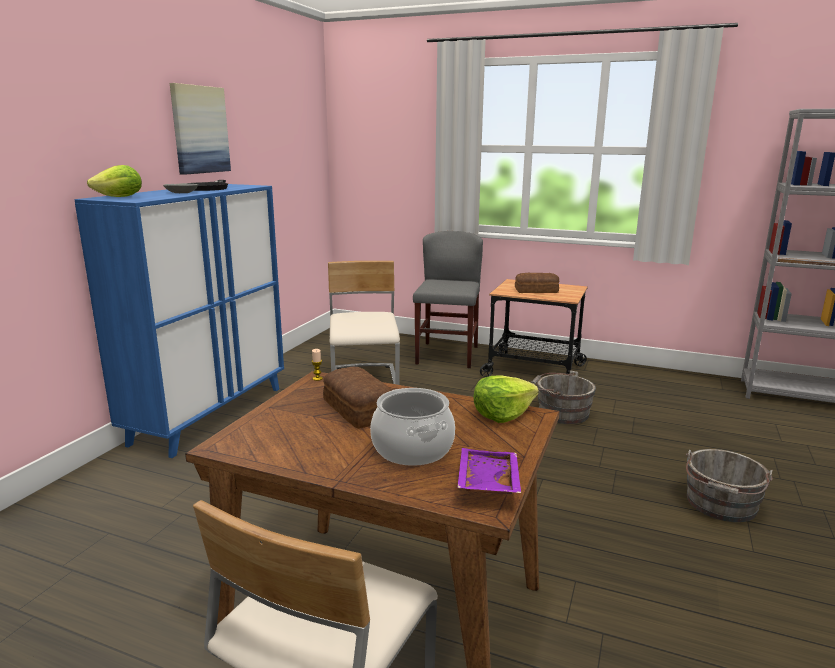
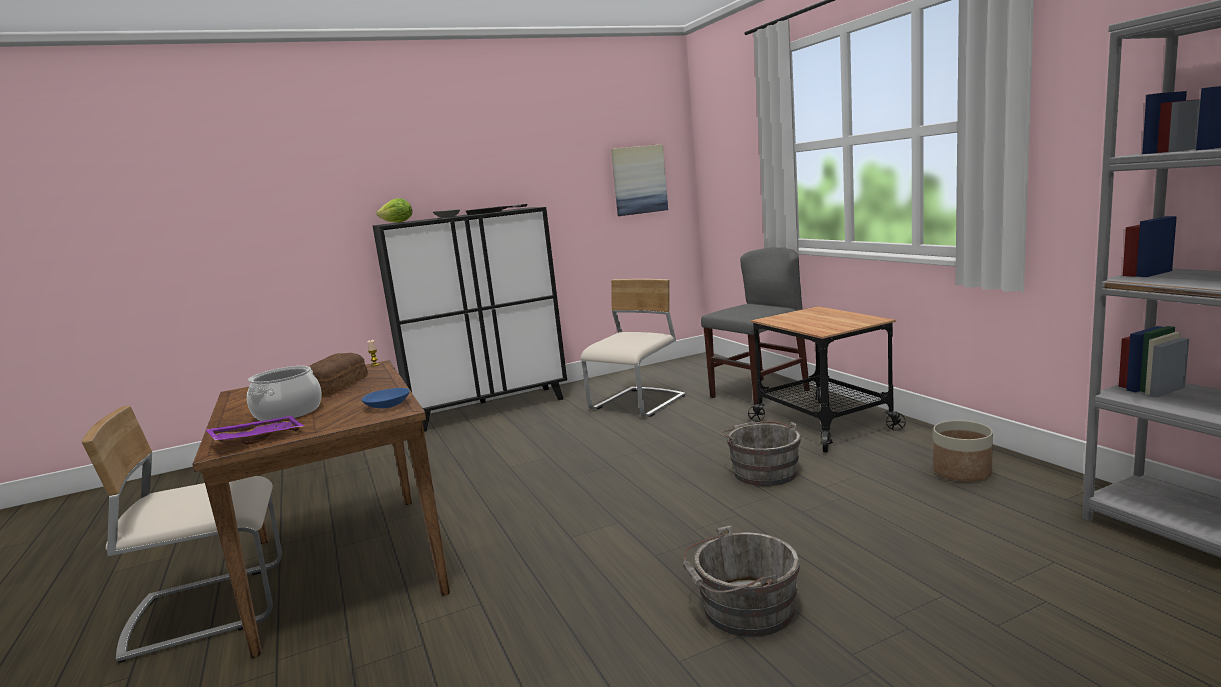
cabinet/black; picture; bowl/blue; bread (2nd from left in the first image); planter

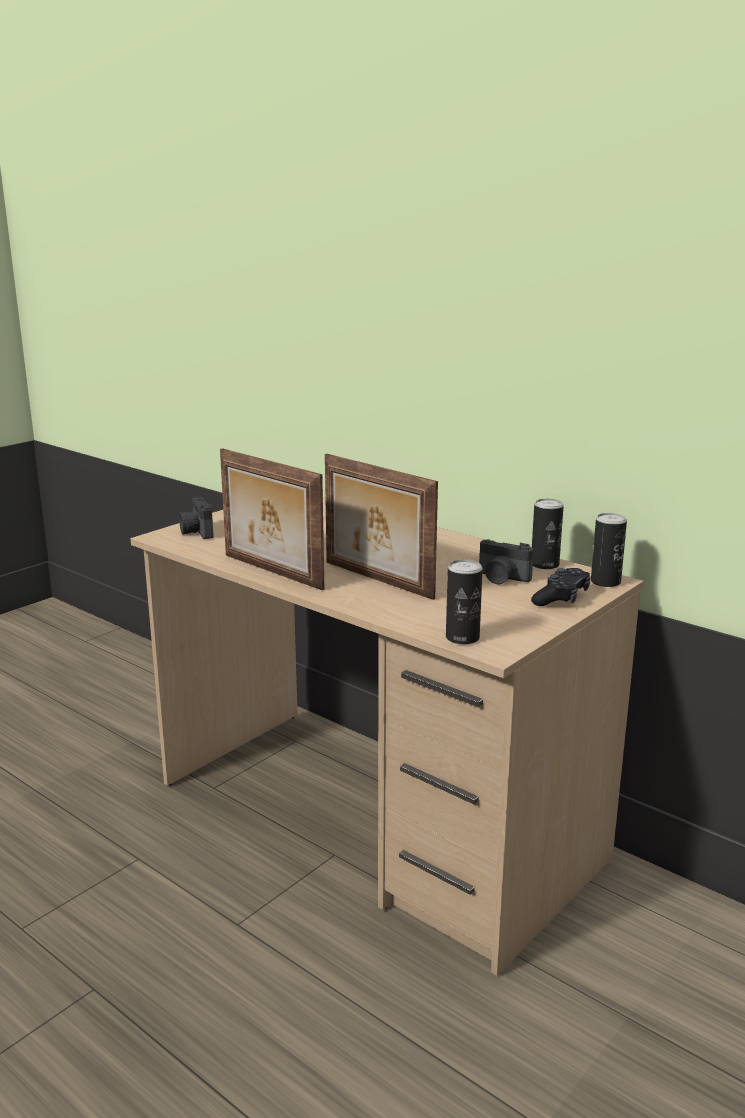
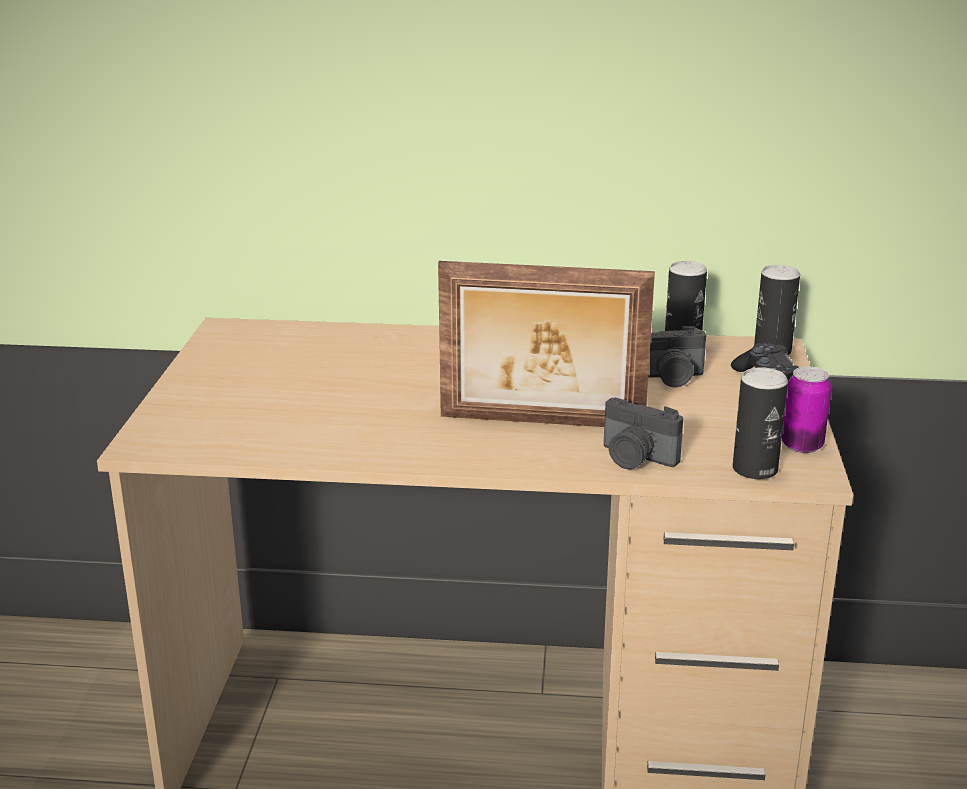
photo camera (1st from left); picture frame (1st from left in the first image); can (4th from left)

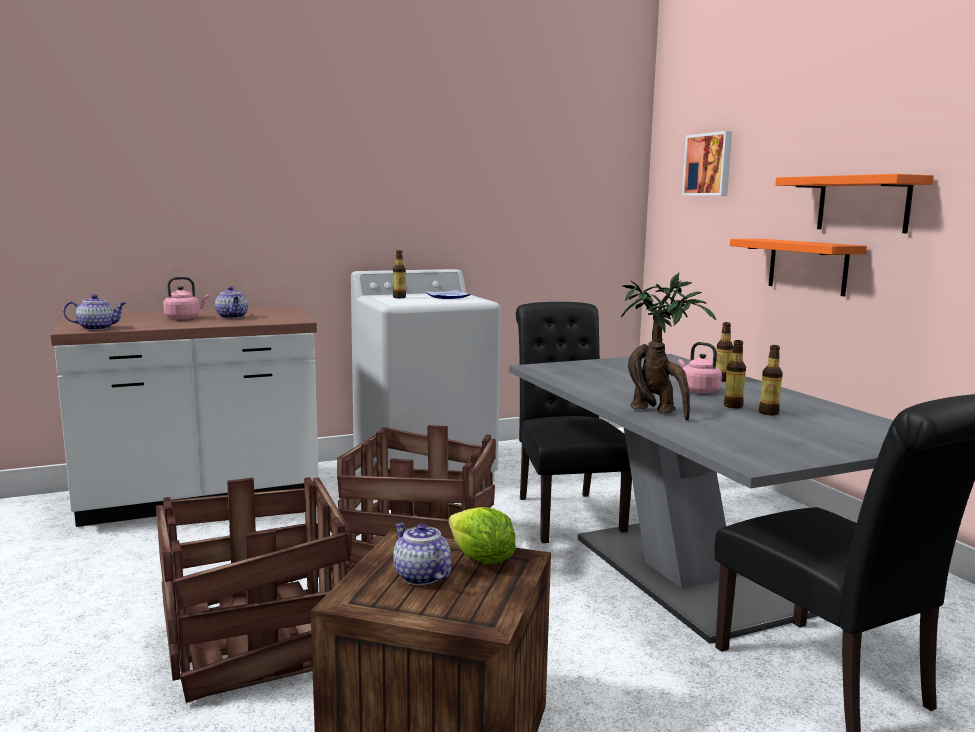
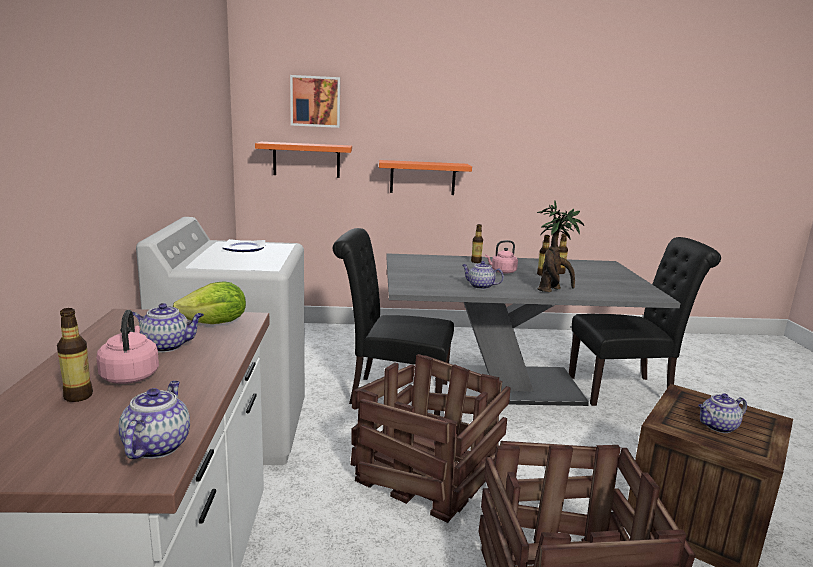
bottle (1st from left); lettuce; shelf/orange (1st from left); teapot (3rd from left)

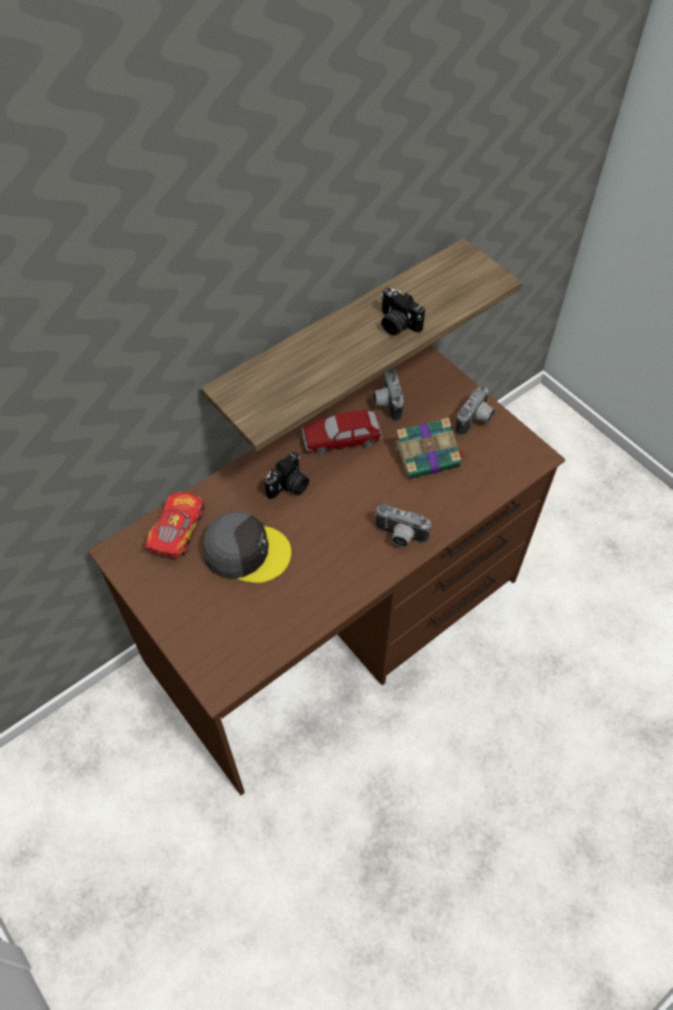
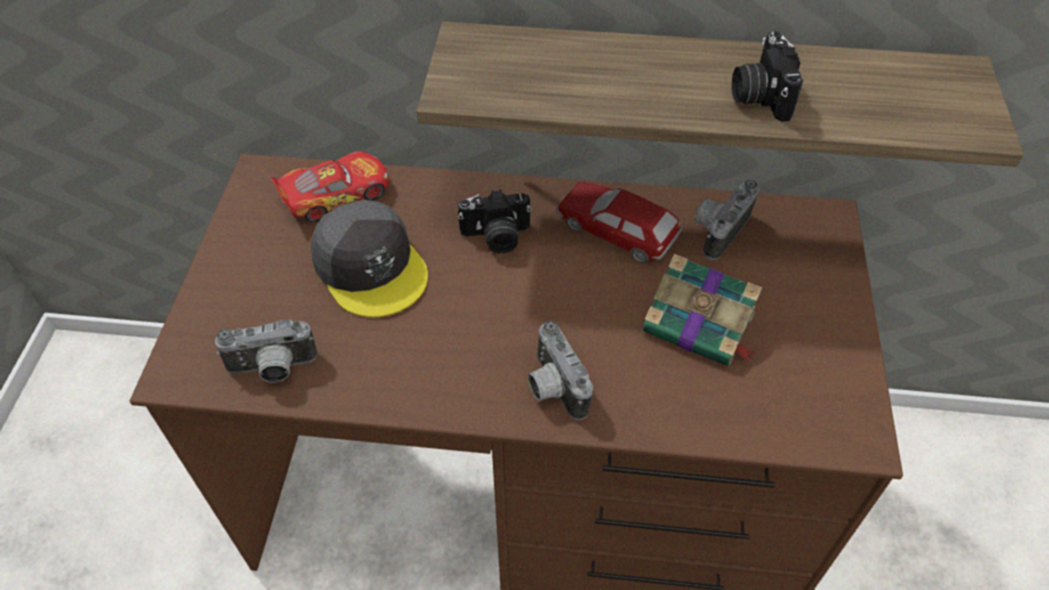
photo camera (1st from left)

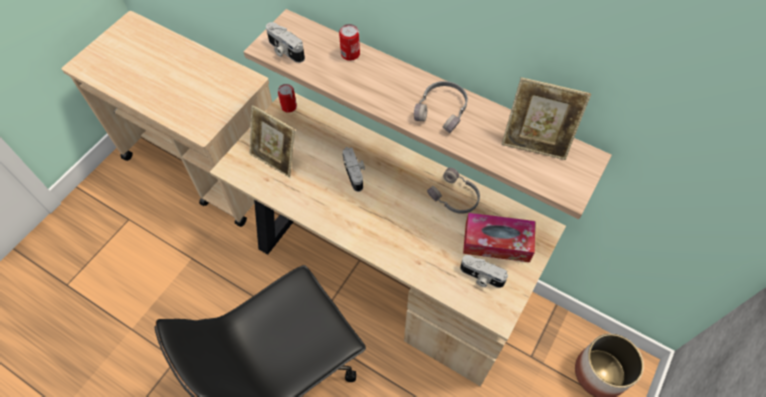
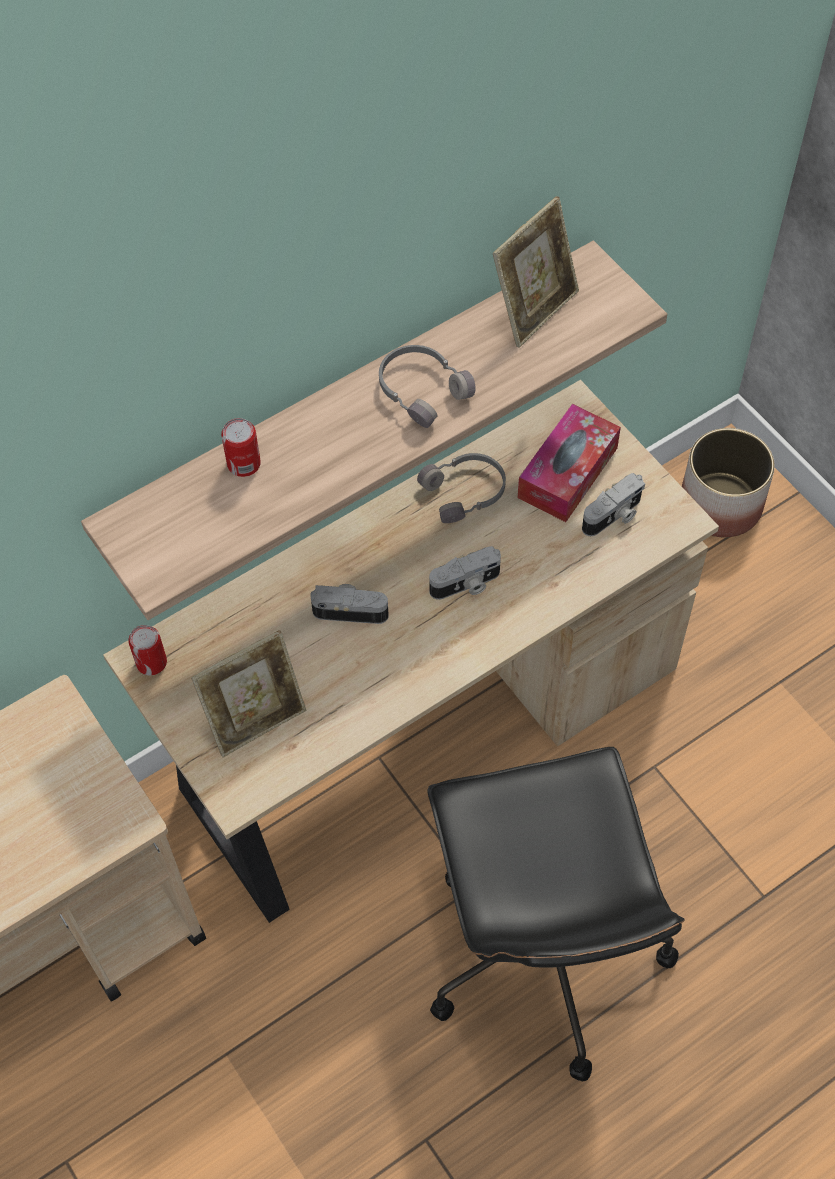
photo camera (2nd from left)

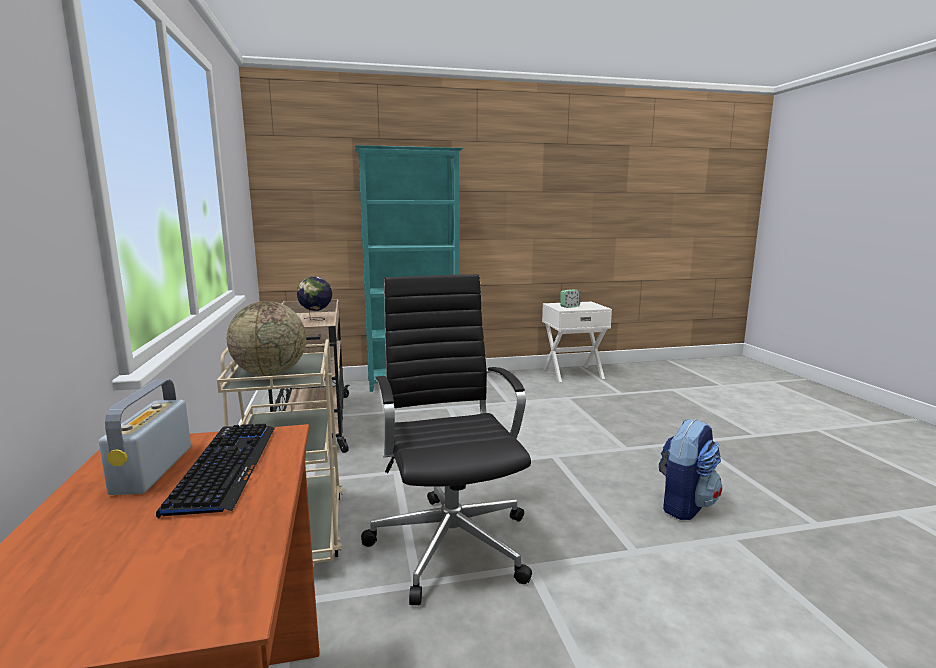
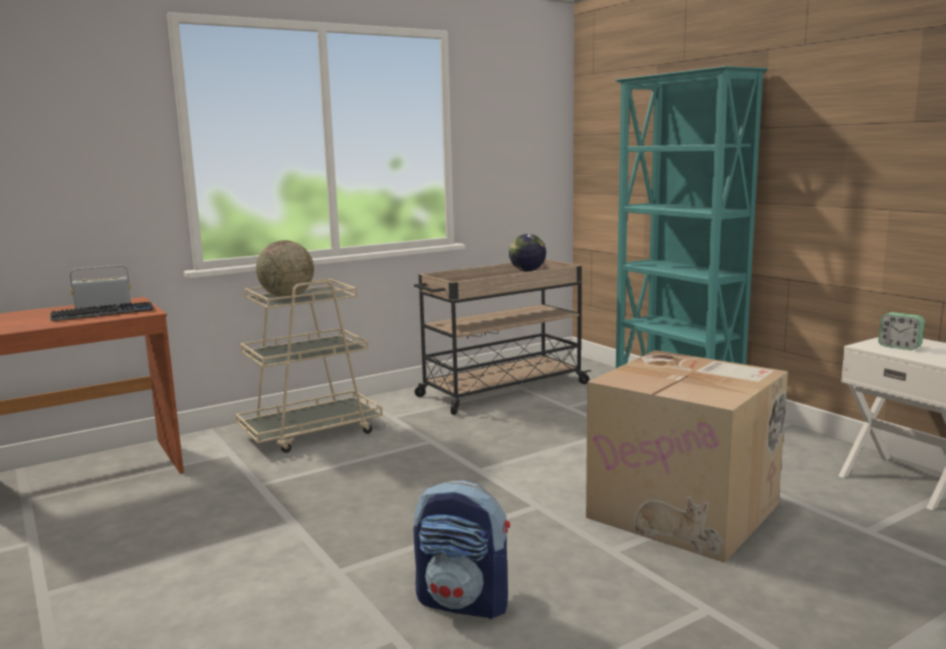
office chair/black; cardboard box

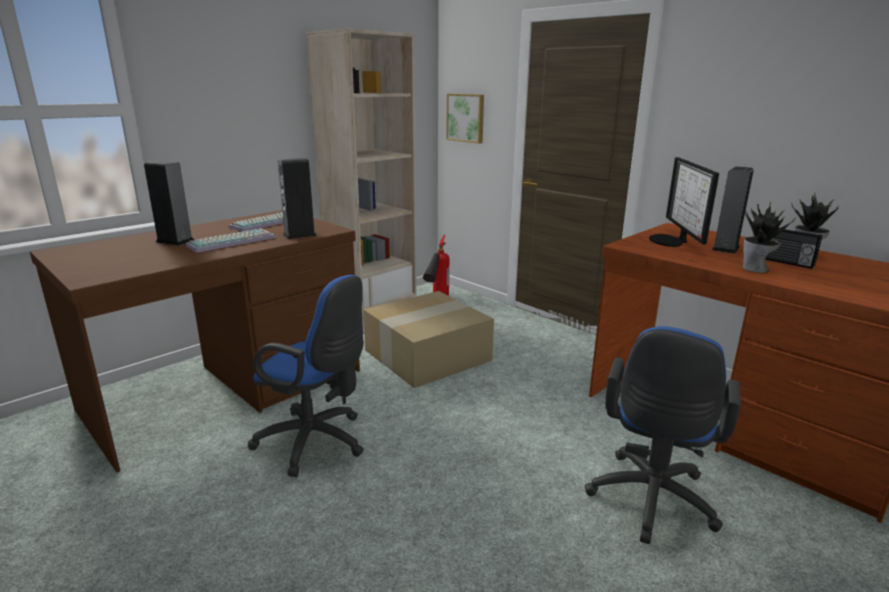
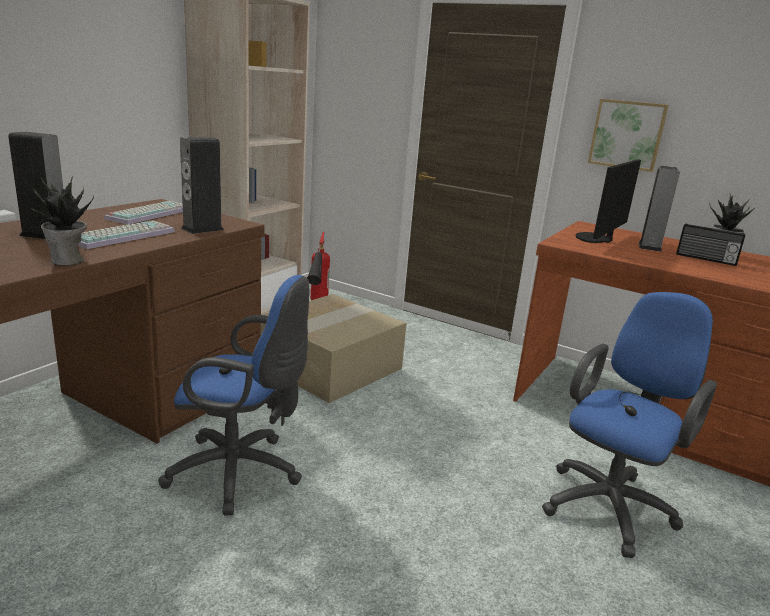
picture; office chair/blue (2nd from left); monitor; potted plant (1st from left)

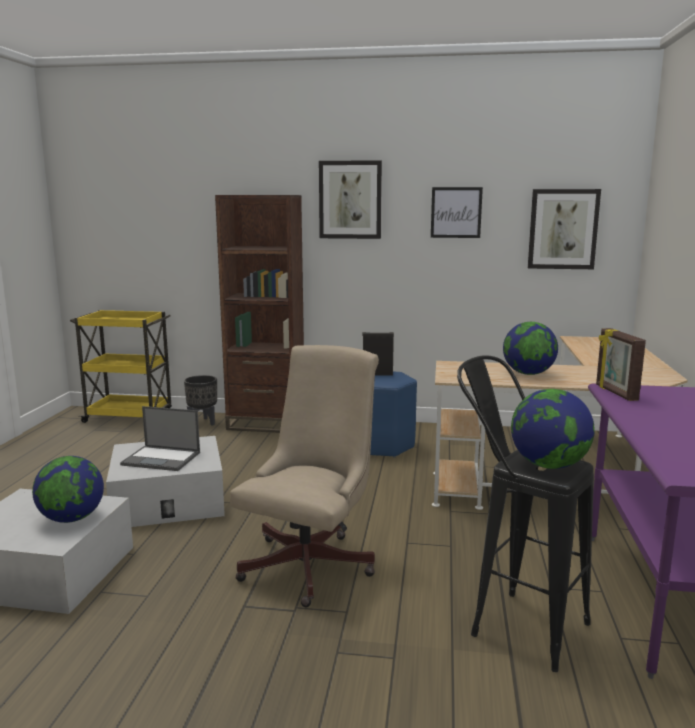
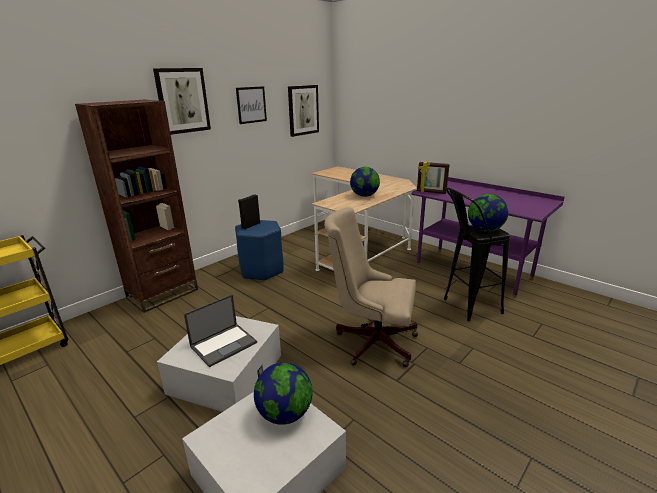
planter/black; office chair/beige

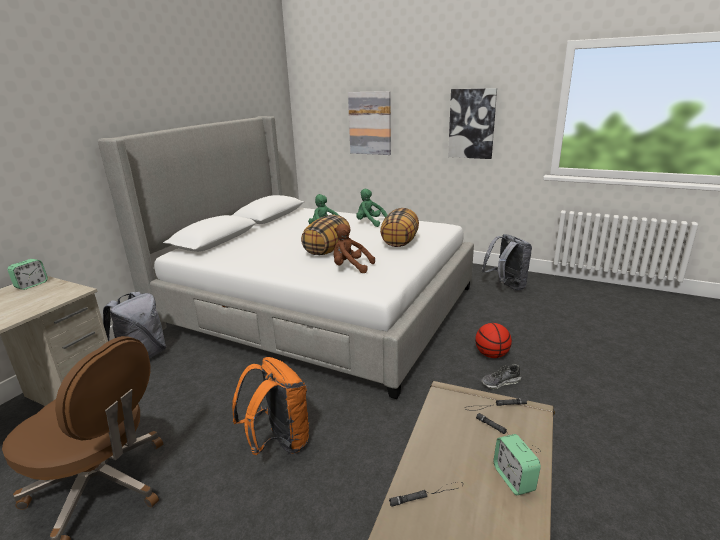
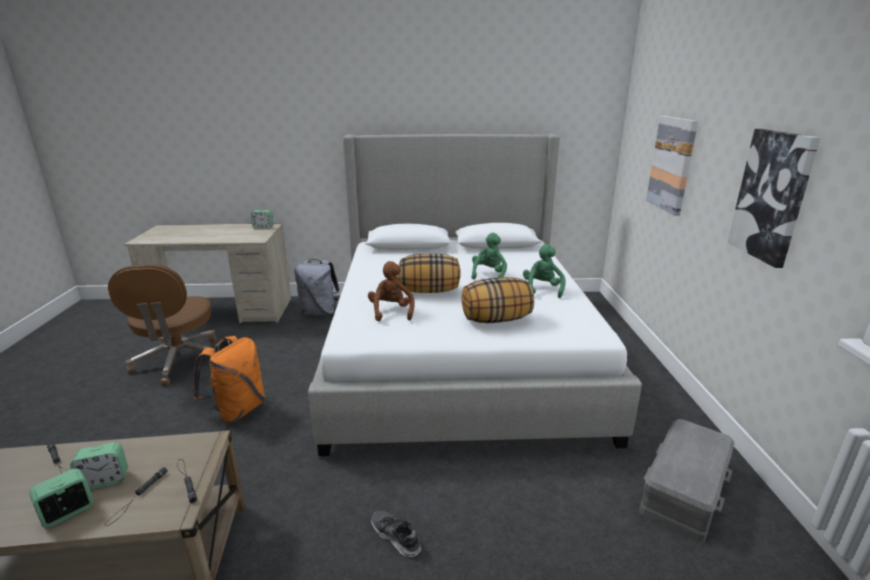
basketball; storage box/grey; alarm clock (2nd from left)

